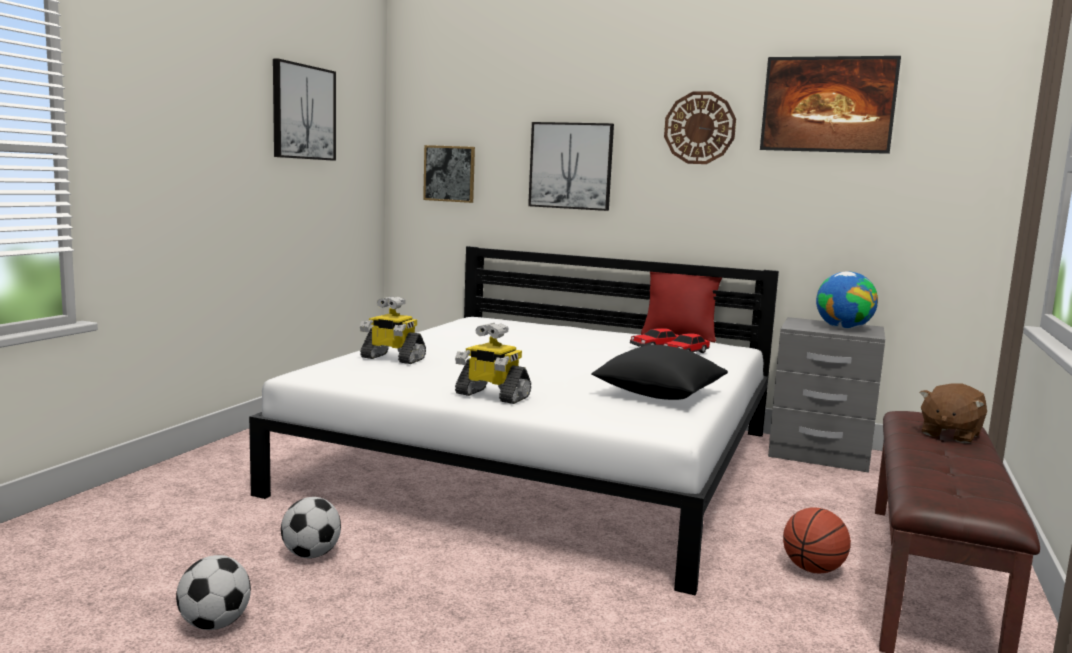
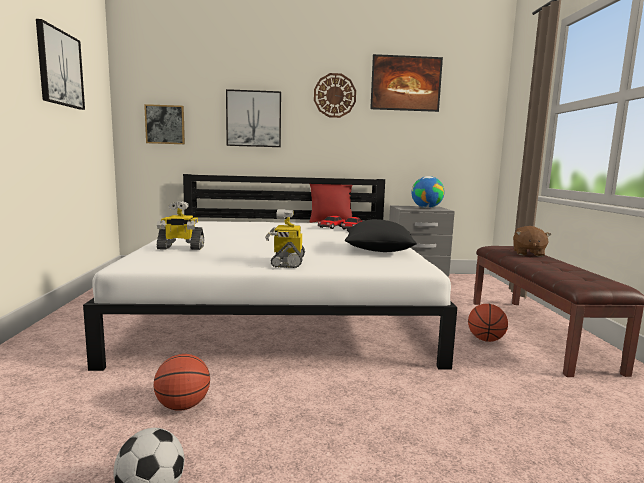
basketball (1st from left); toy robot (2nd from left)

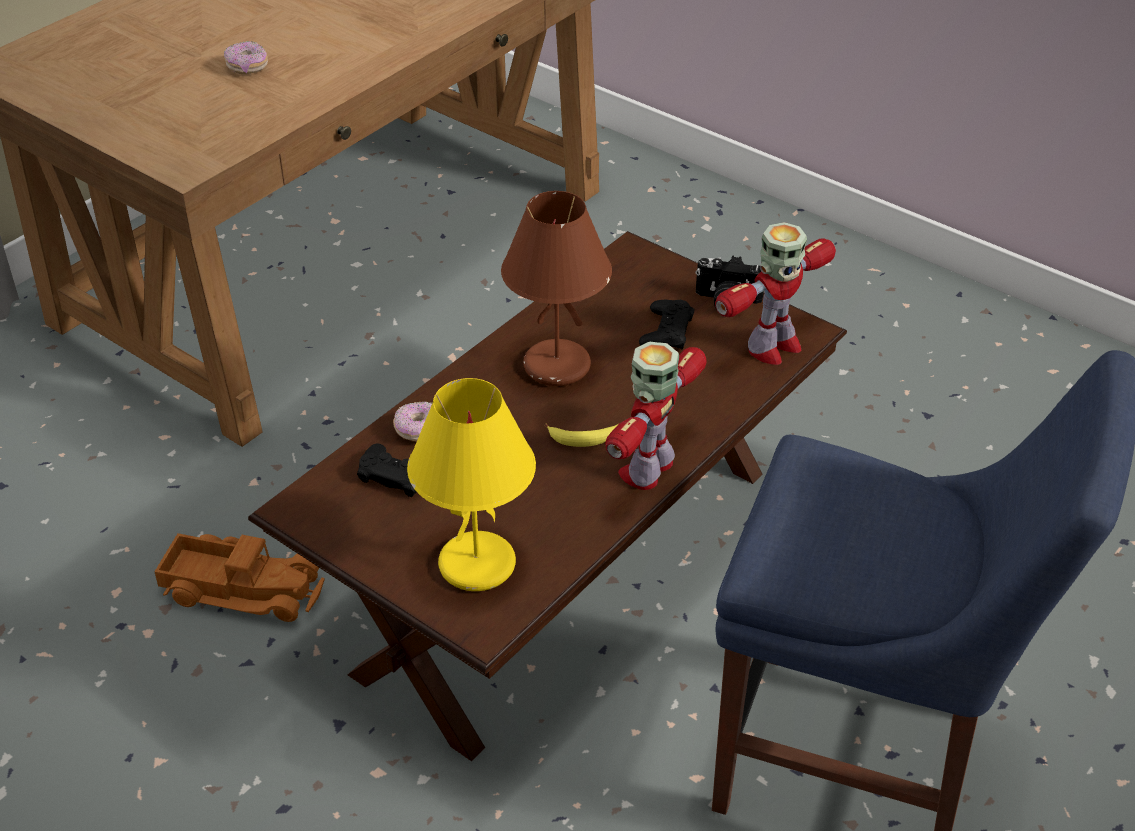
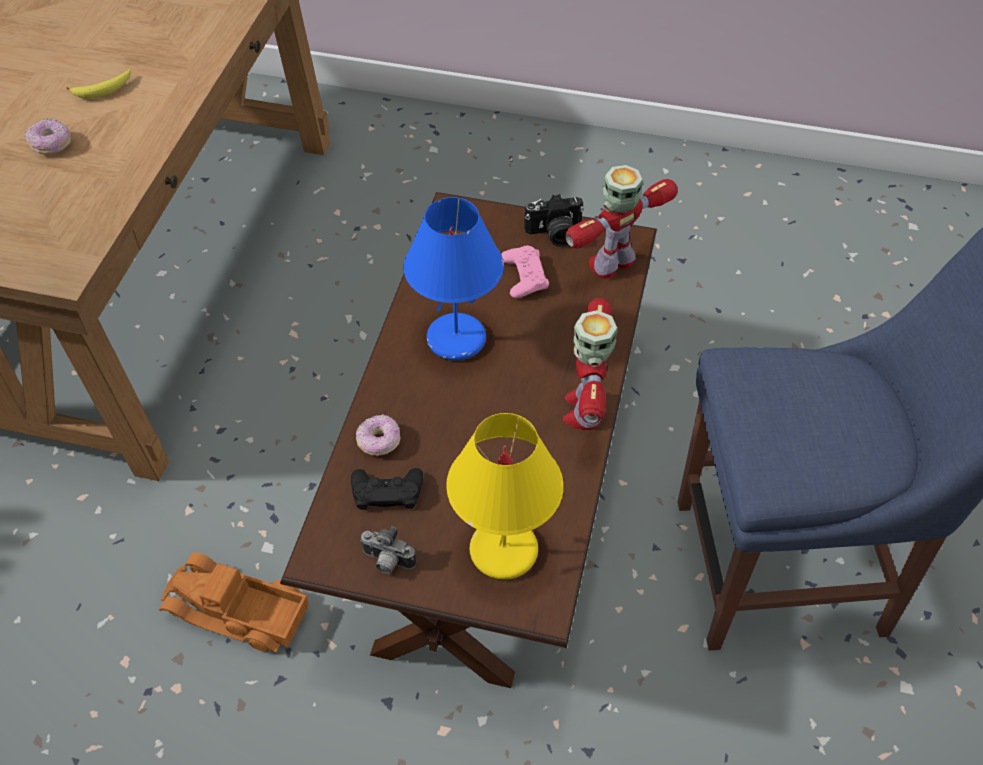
toy truck; table lamp/blue; banana; game controller/pink; toy robot (2nd from left); photo camera (1st from left)

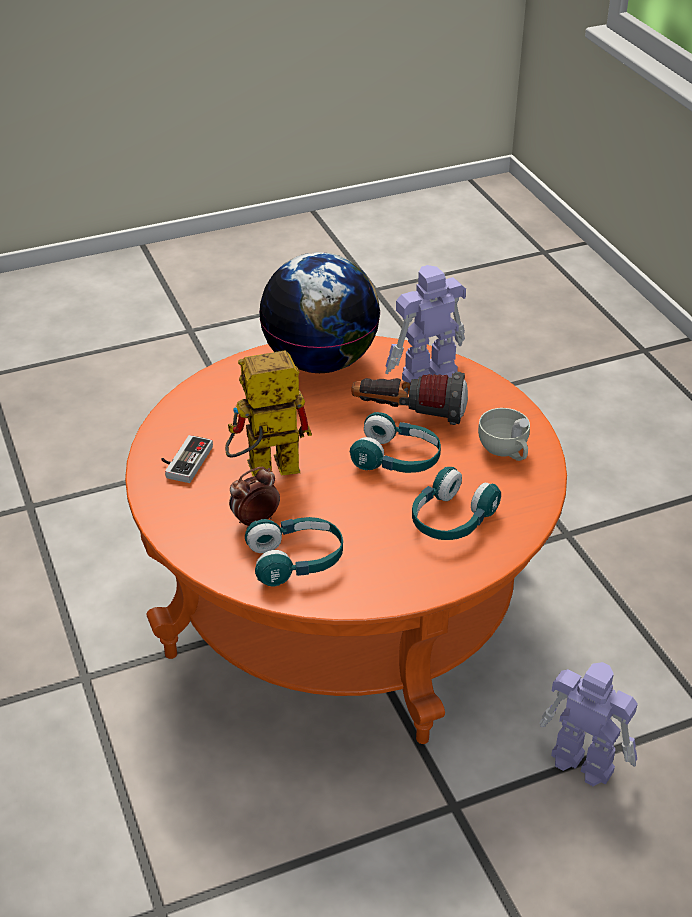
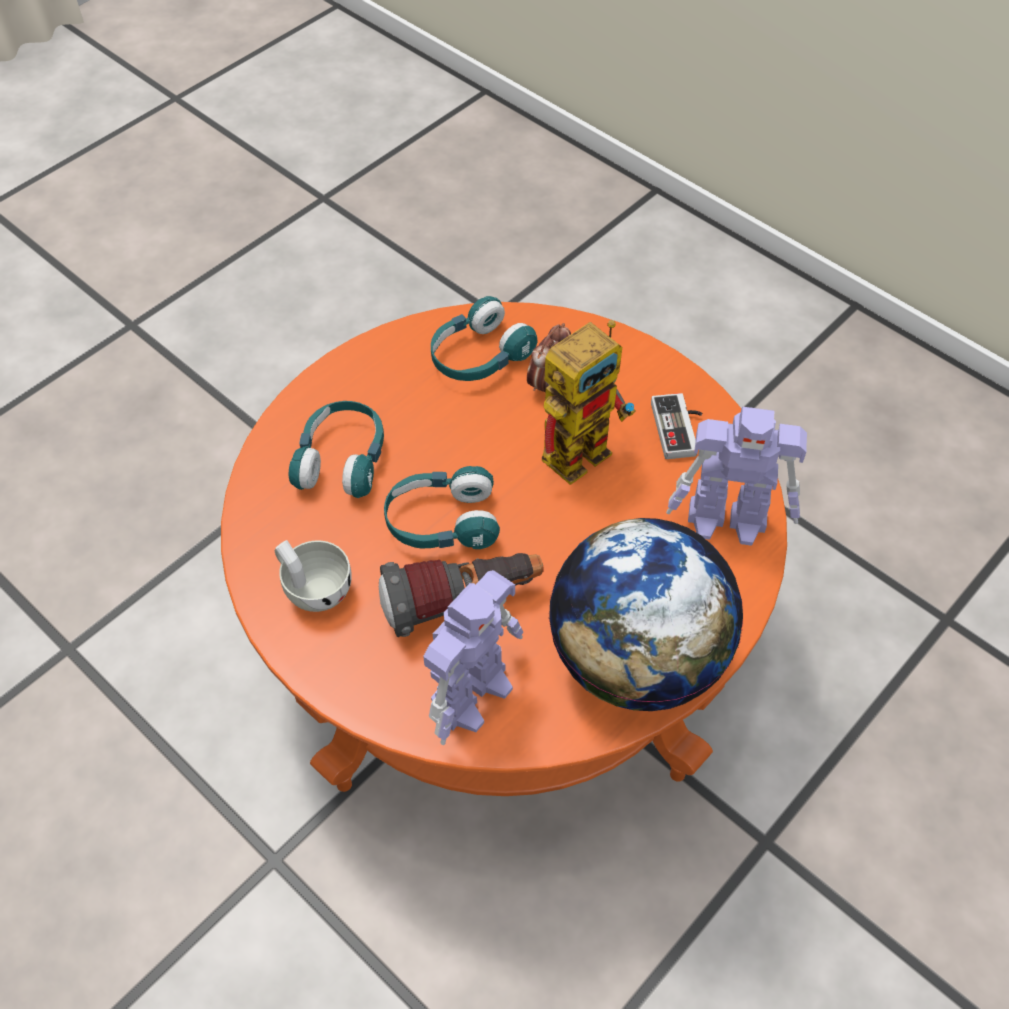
toy robot (3rd from left)

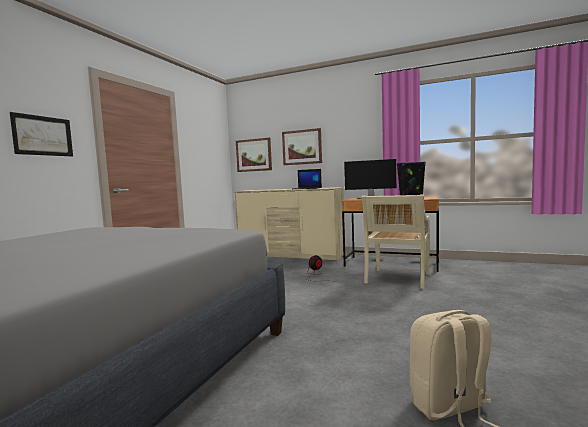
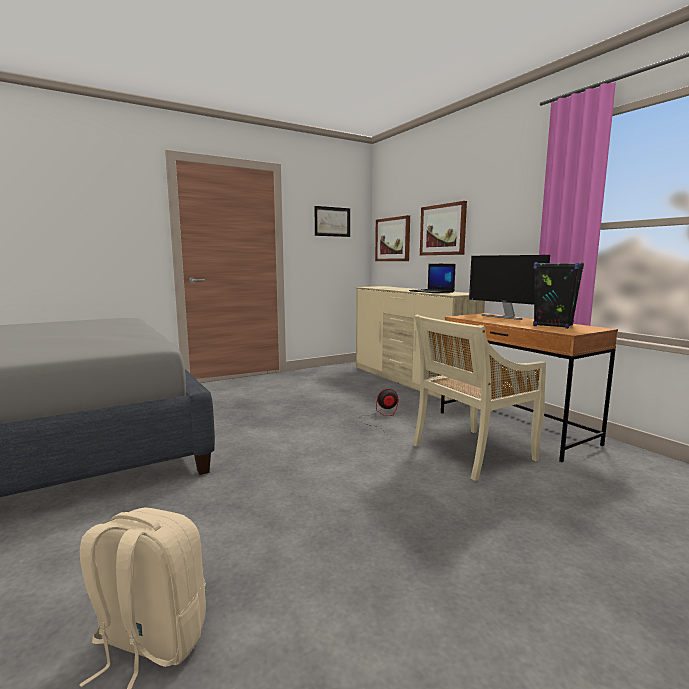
picture (1st from left)

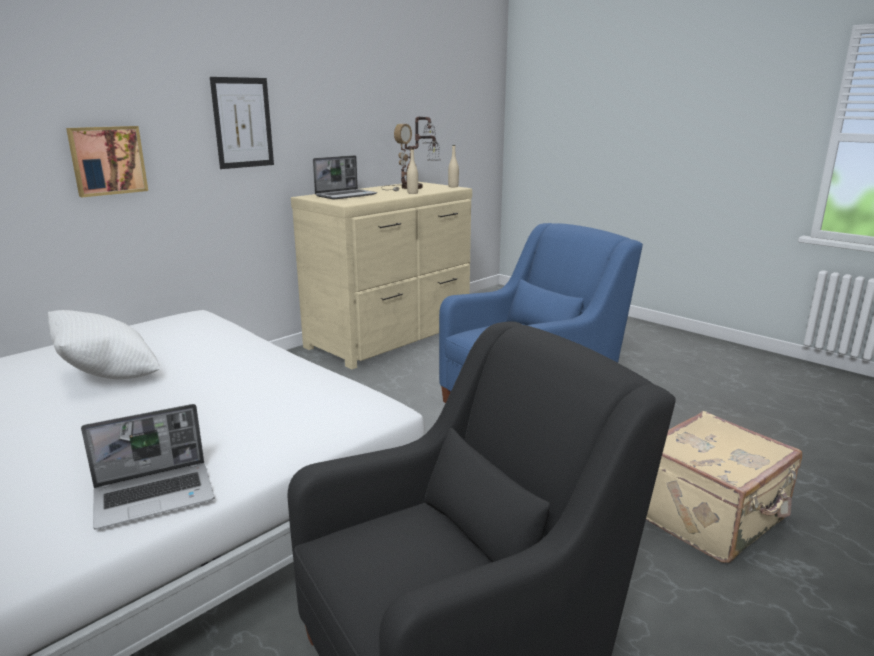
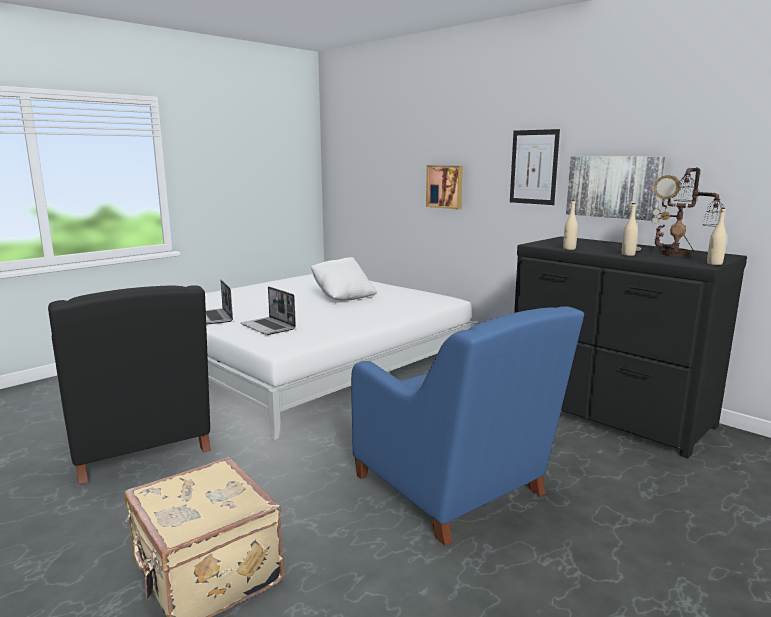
dresser/black; laptop (2nd from left); bottle/beige (1st from left); picture (3rd from left)

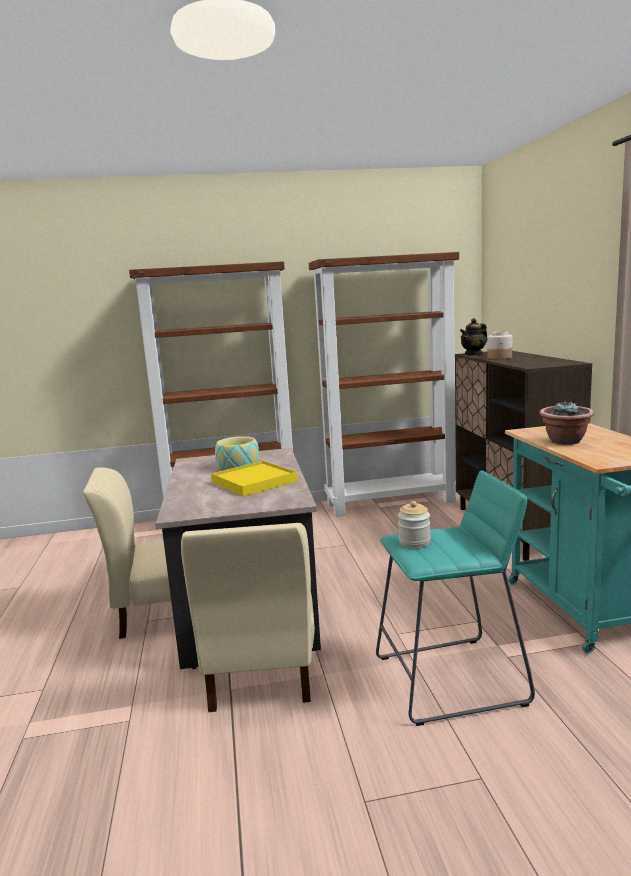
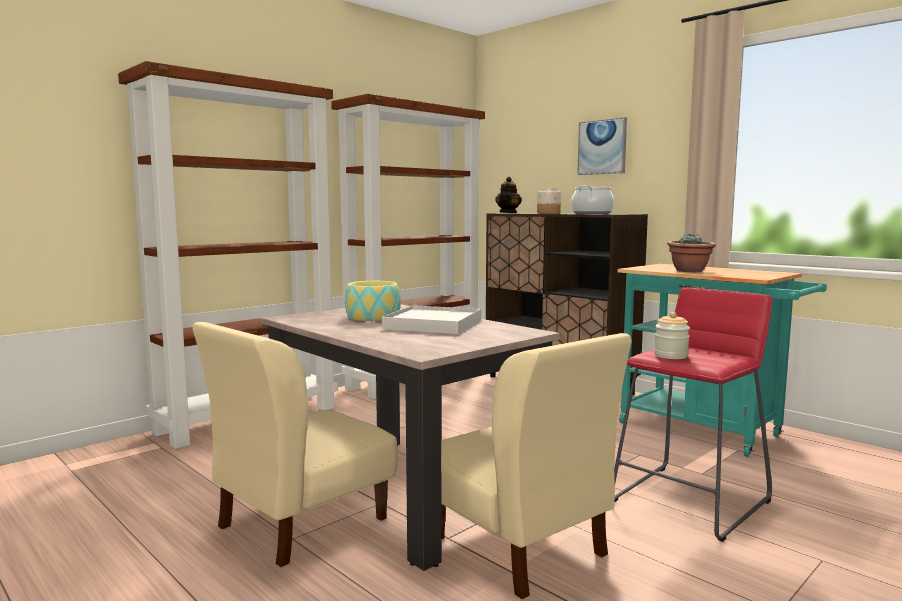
tray/white; stool/red; cooking pot; picture

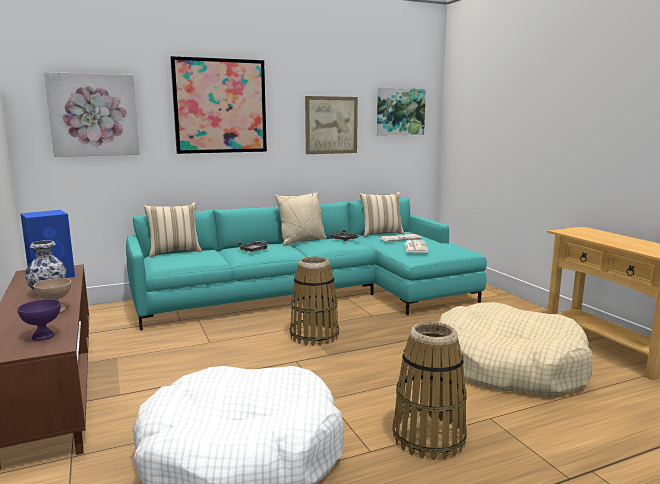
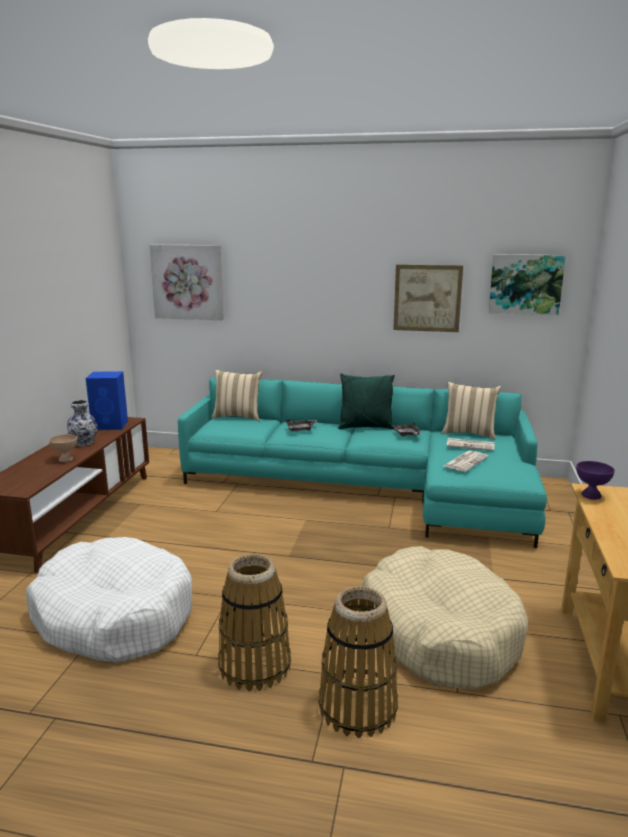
bowl/purple; picture (2nd from left in the first image); pillow/green; basket (2nd from left)

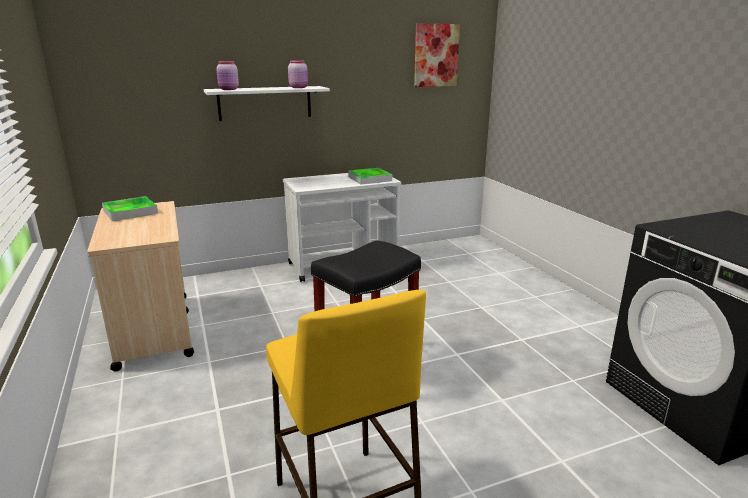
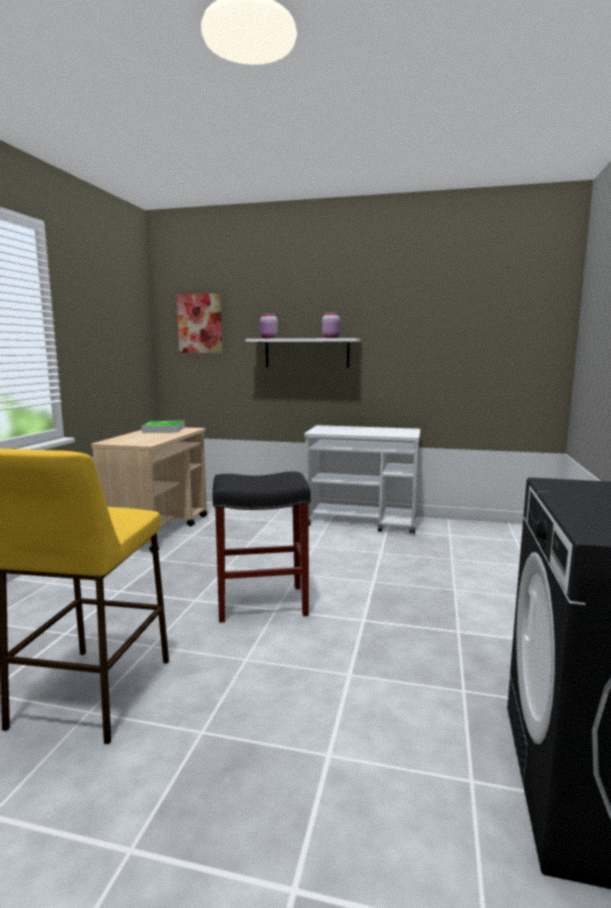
tray (2nd from left in the first image); picture

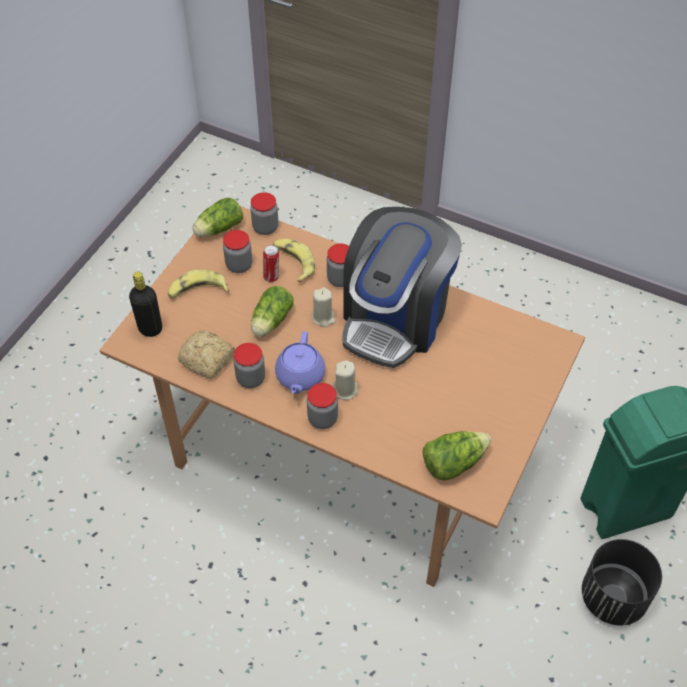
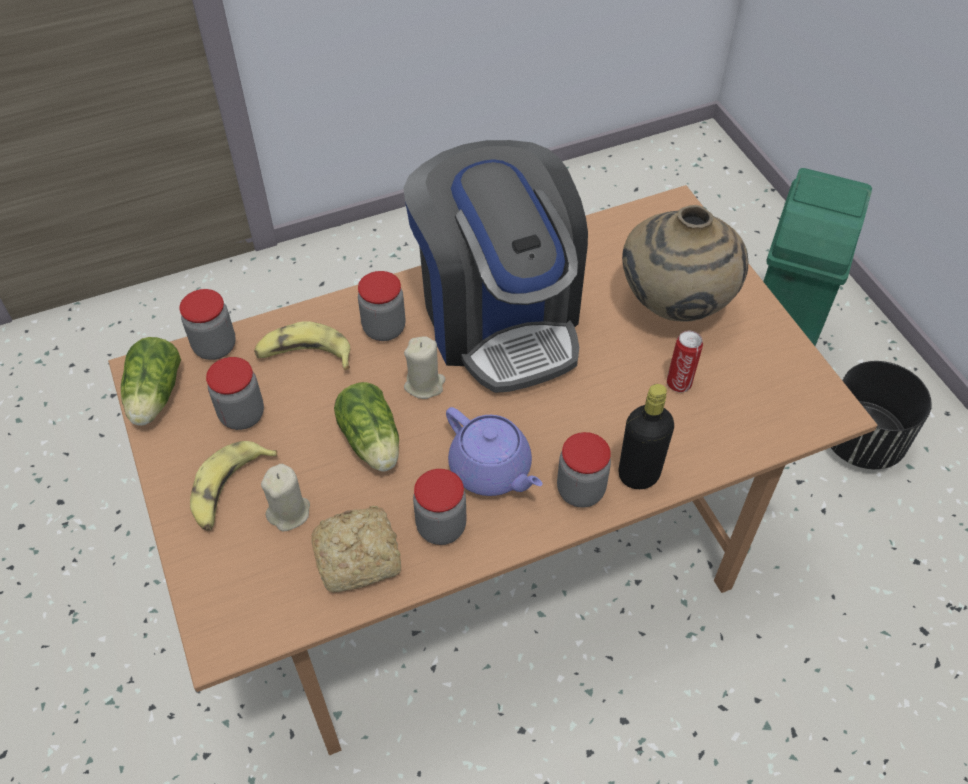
bottle/black; can; candle/beige (1st from left); lettuce (3rd from left in the first image); vase/beige

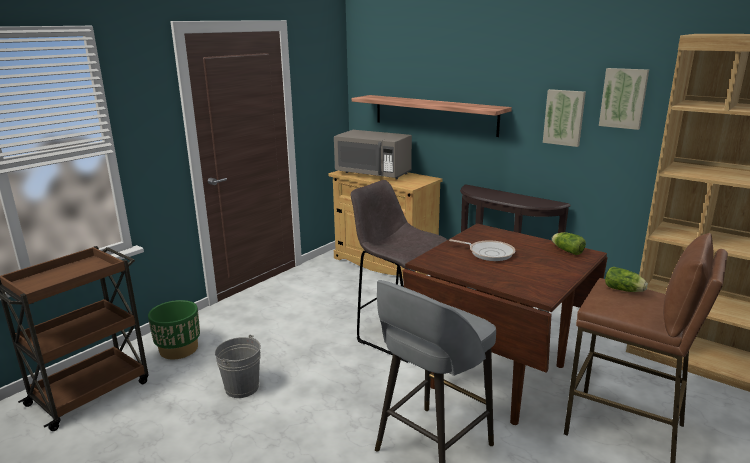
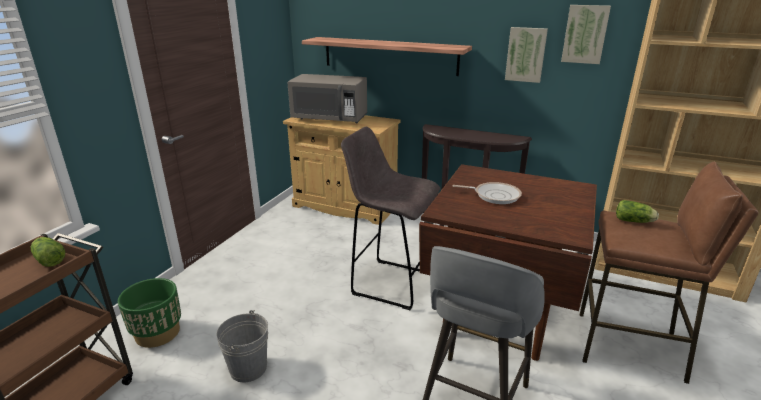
lettuce (1st from left)

